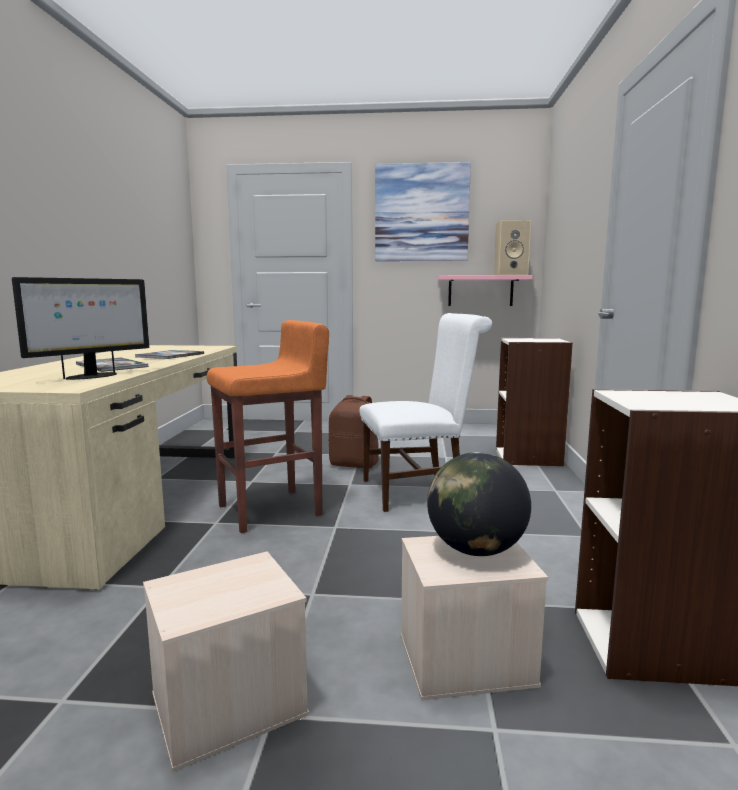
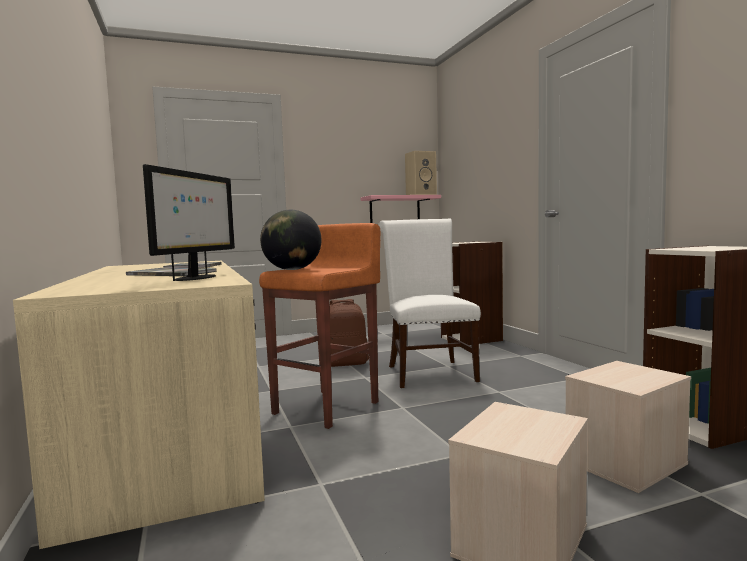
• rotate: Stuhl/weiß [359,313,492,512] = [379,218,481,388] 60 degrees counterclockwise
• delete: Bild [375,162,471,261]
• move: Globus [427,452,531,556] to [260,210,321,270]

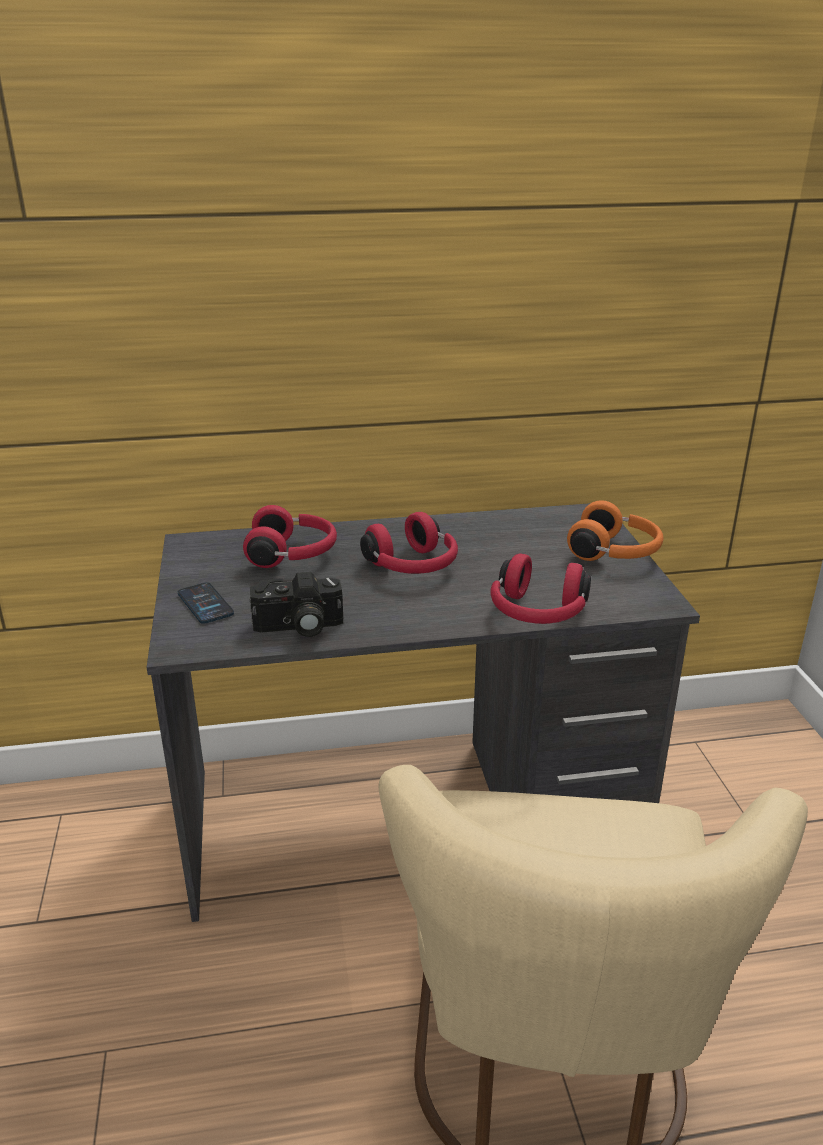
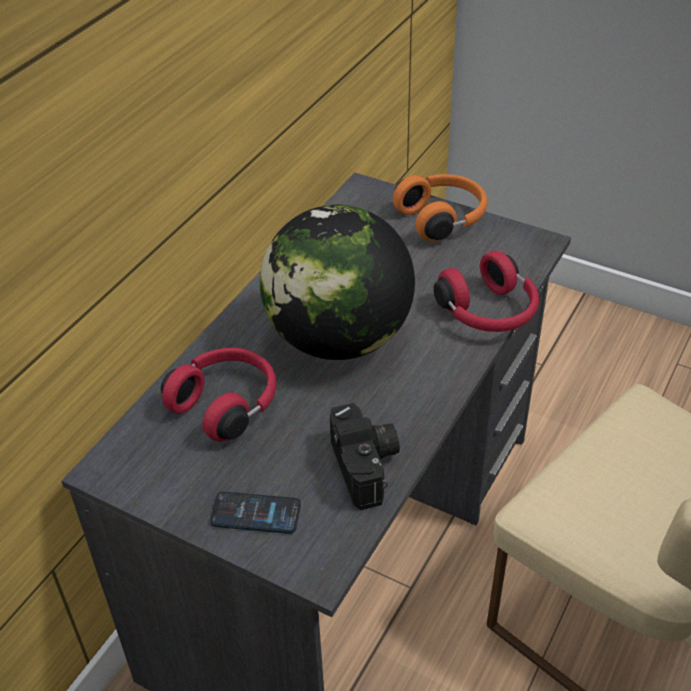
• rotate: Kamera [250,572,343,637] = [330,403,400,510] 45 degrees counterclockwise
• replace: Kopfhörer/rot [360,512,458,574] to Globus [260,205,415,360]

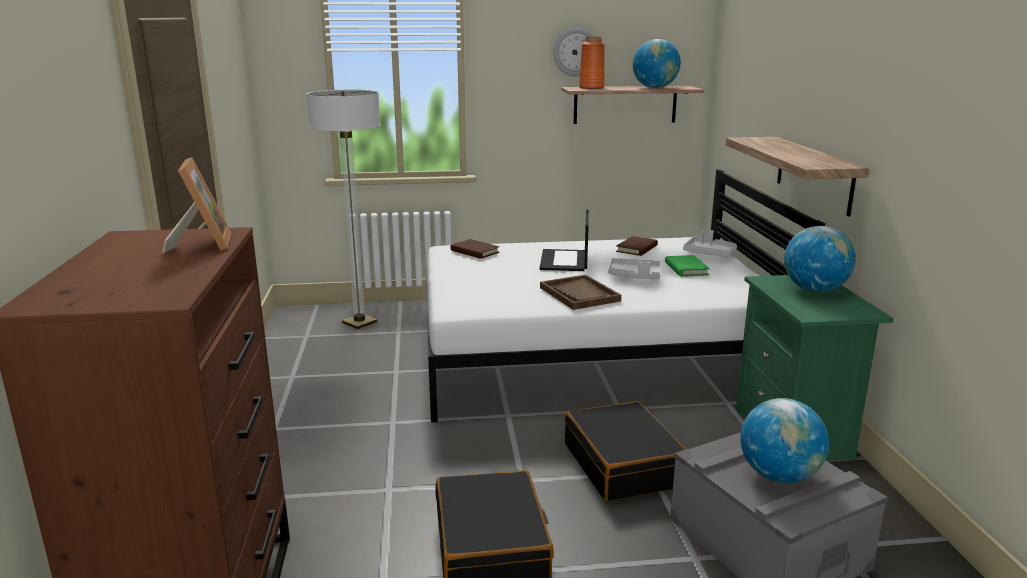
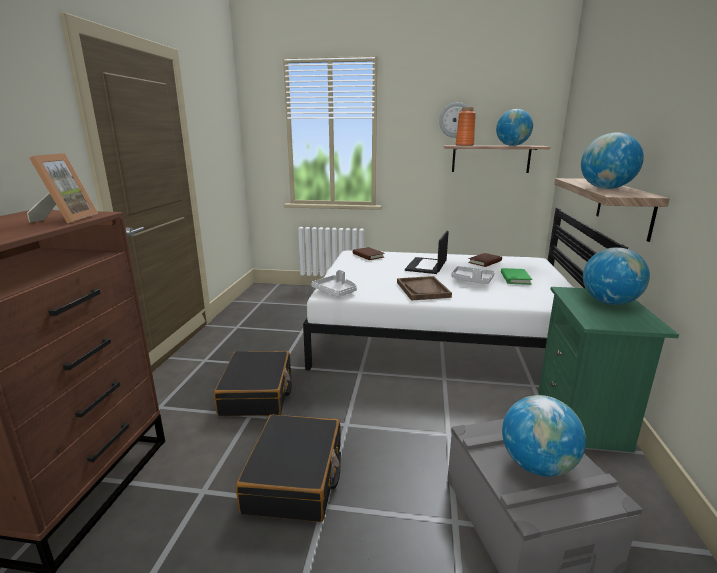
• delete: Stehlampe [307,90,381,329]
• move: Koffer/schwarz [565,401,685,501] to [214,351,291,416]
• move: Tablett/grau [683,229,737,257] to [311,270,357,297]
• insert: Globus [581,133,644,189]

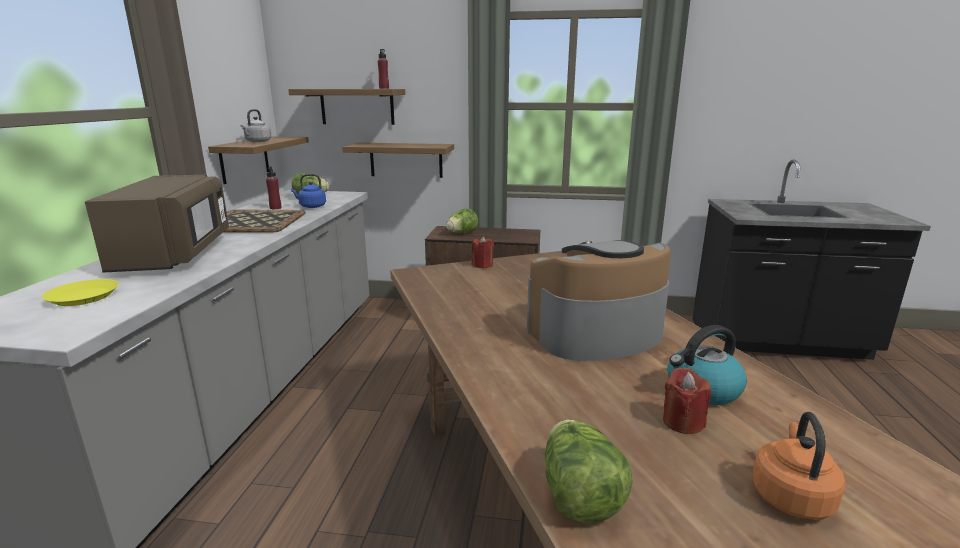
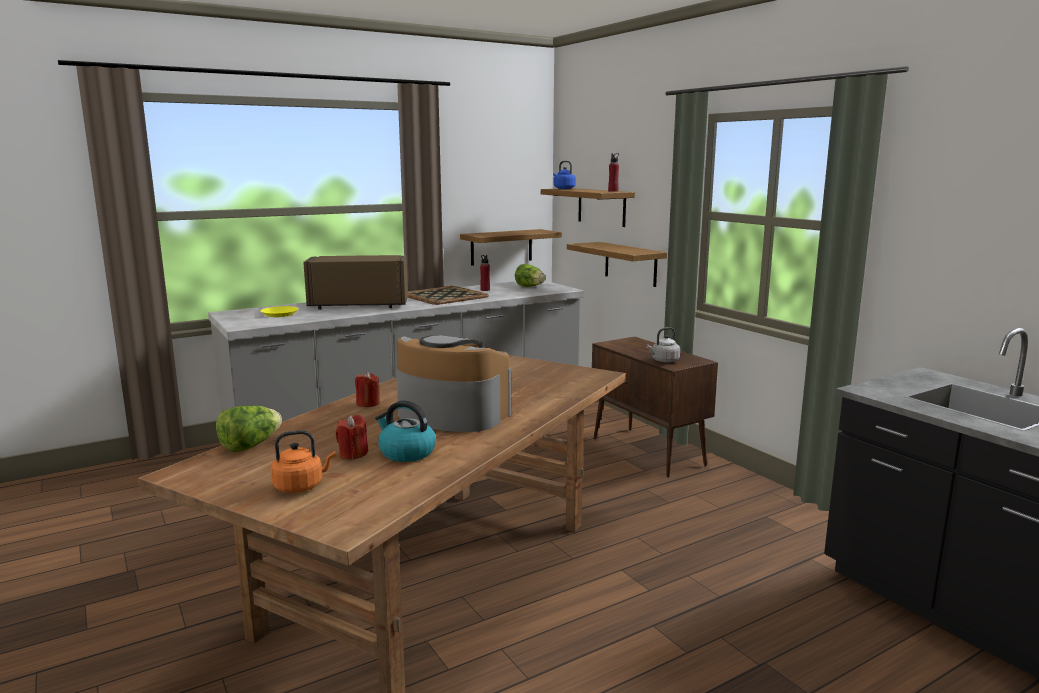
• rotate: Mikrowelle/braun [85,175,229,273] = [303,255,408,309] 135 degrees counterclockwise
• move: Wasserkessel/grau [241,109,272,142] to [646,327,680,363]
• move: Wasserkessel/blau [291,174,326,208] to [553,161,576,189]
• delete: Salatkopf [446,209,478,233]
• move: Kerze/rot [472,236,494,268] to [355,371,380,407]

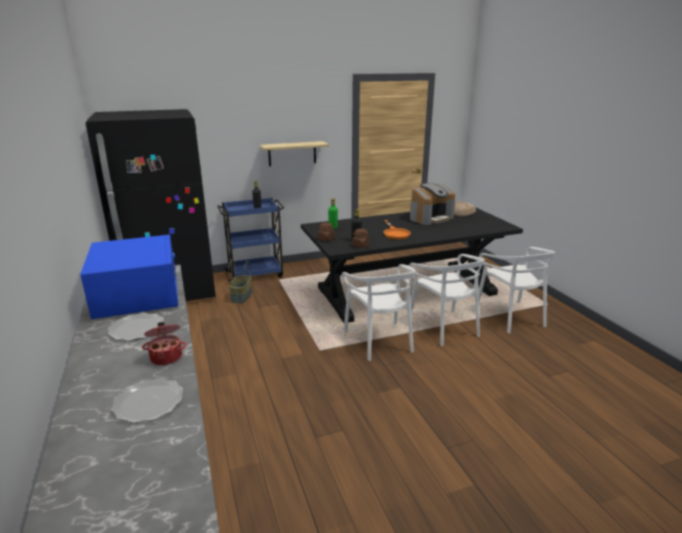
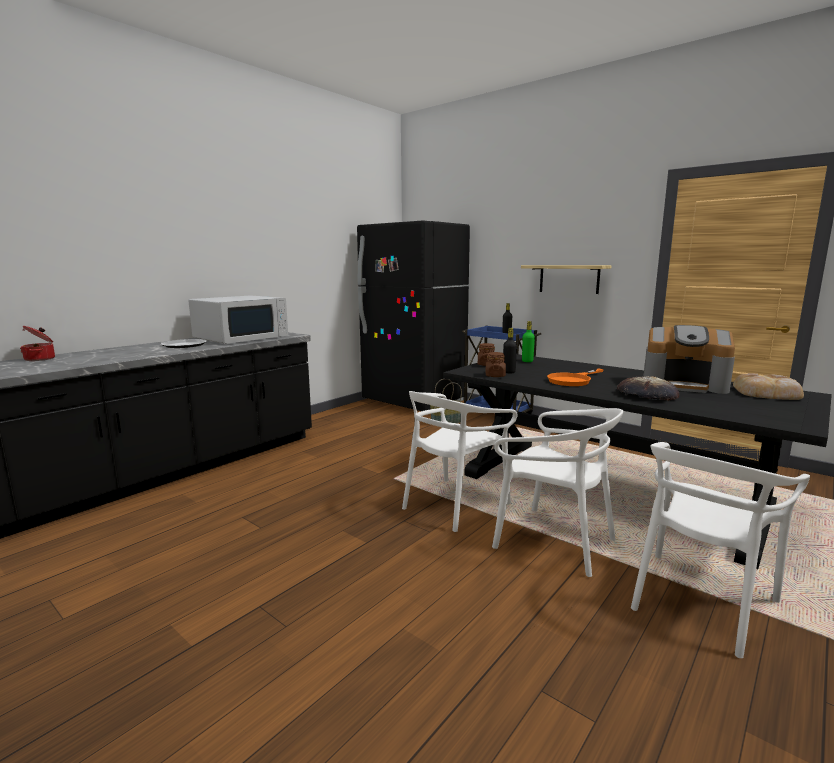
• recolor: Mikrowelle/blau [80,235,178,319] to Mikrowelle/weiß [188,295,288,344]
• delete: Teller [111,378,184,423]
• move: Kochtopf [142,322,187,365] to [20,326,55,361]
• rotate: Stuhl/weiß [407,254,485,346] = [492,408,623,577] 90 degrees counterclockwise
• insert: Brot [617,376,679,401]

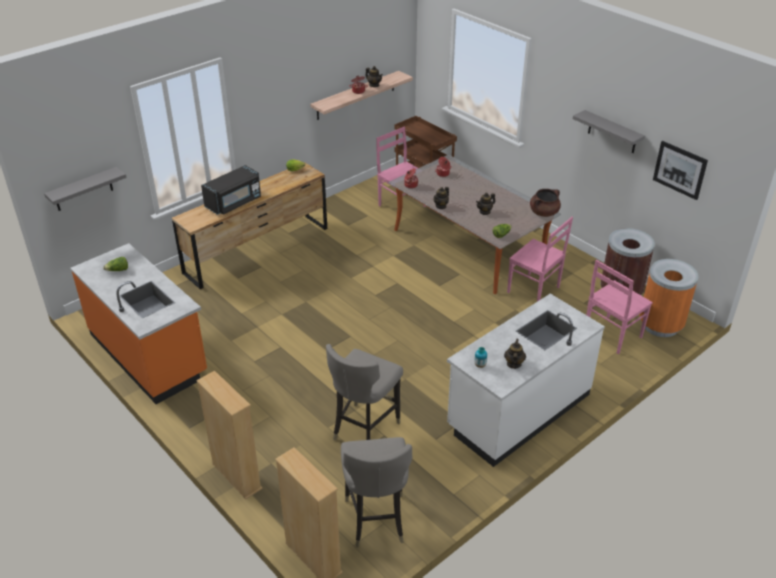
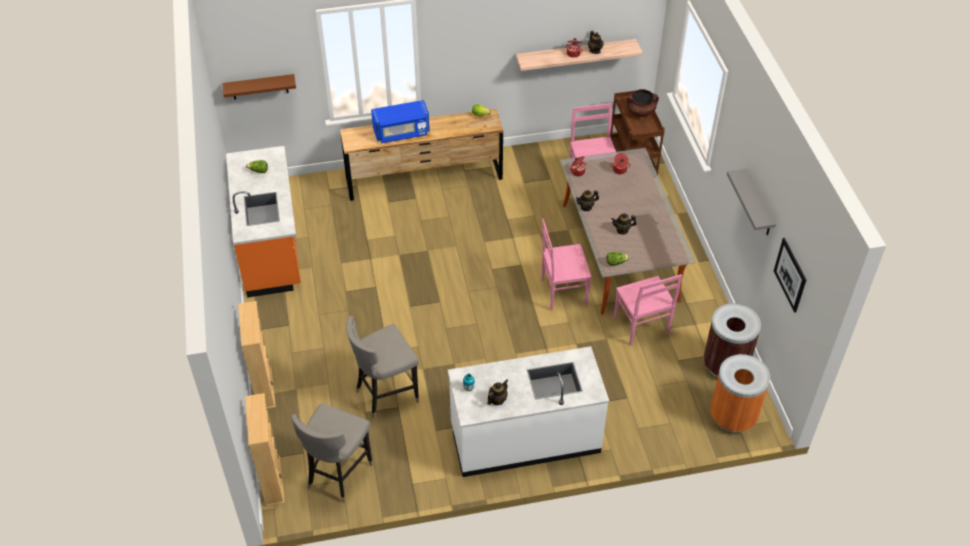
• recolor: Wandregal/grau [44,167,127,211] to Wandregal/braun [223,74,296,100]
• recolor: Mikrowelle/schwarz [201,165,261,215] to Mikrowelle/blau [371,100,430,143]
• move: Kochtopf/braun [530,189,561,217] to [627,89,659,117]
• move: Stuhl/rosa [586,260,653,354] to [542,219,592,311]

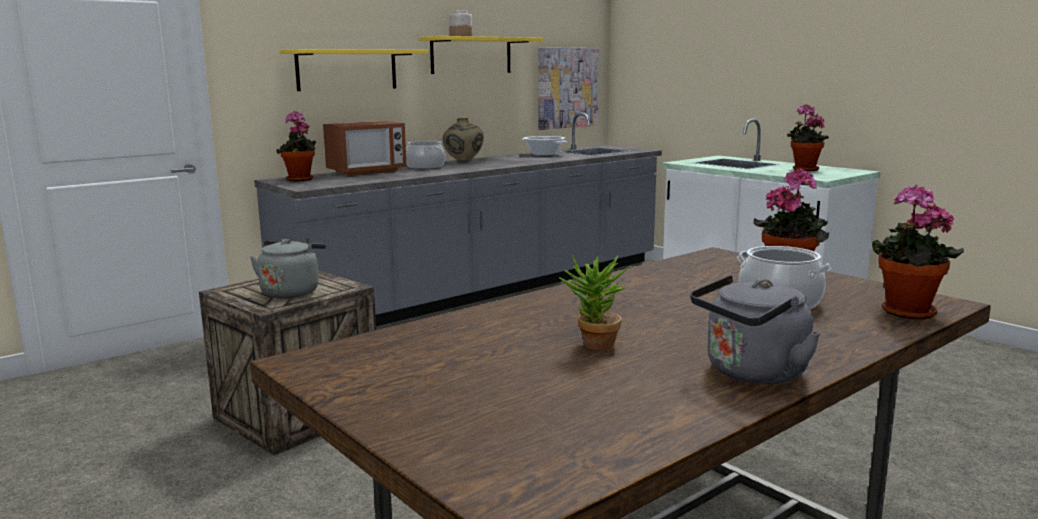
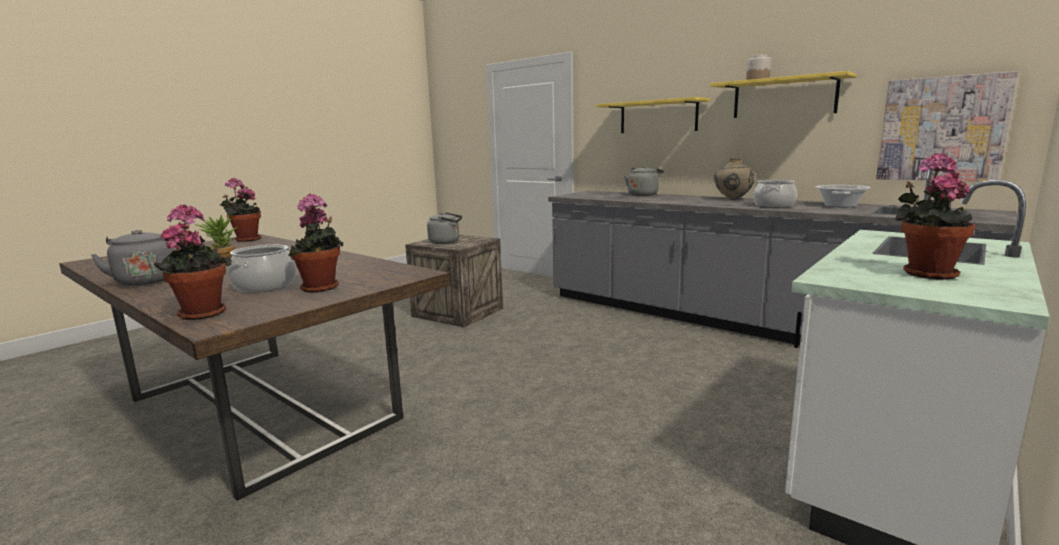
• move: Topfpflanze [276,111,316,181] to [220,178,261,242]
• replace: Mikrowelle [323,121,407,176] to Wasserkessel/grau [625,166,664,196]
• move: Kochtopf [406,141,445,169] to [753,180,797,208]

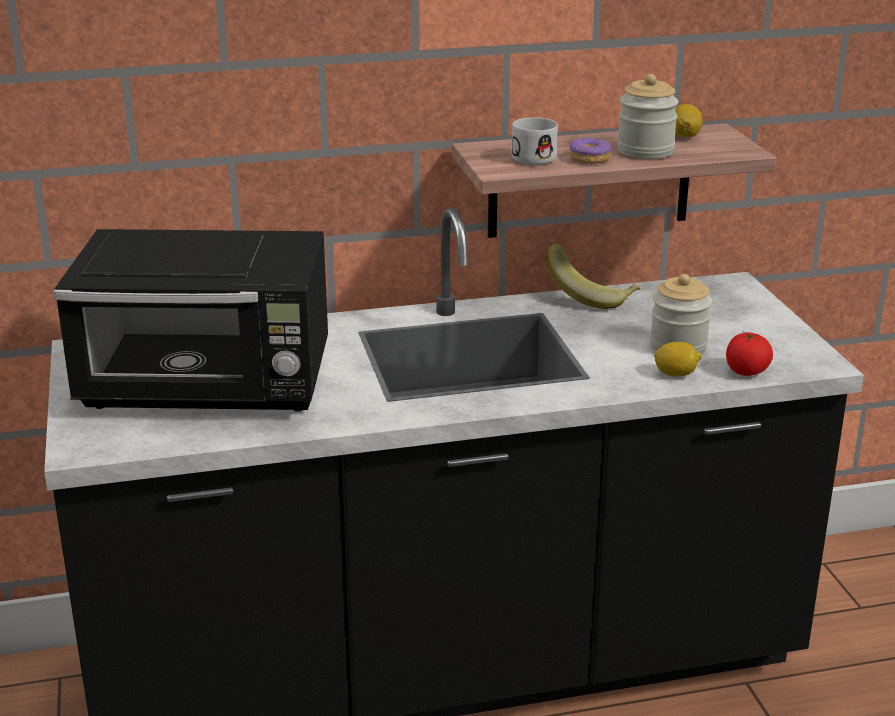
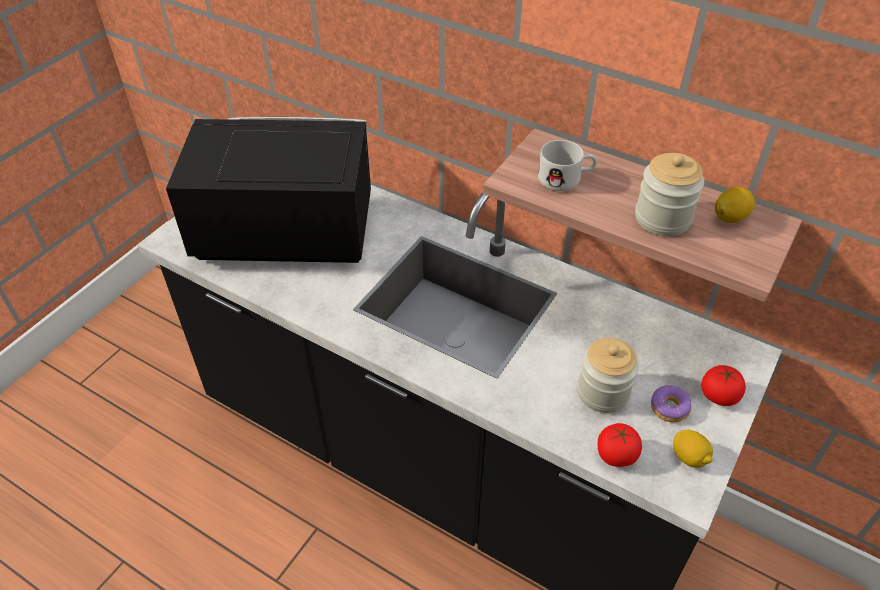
• rotate: Mikrowelle/schwarz [54,229,328,412] = [166,117,371,263] 135 degrees clockwise
• delete: Banane [546,244,641,309]
• move: Donut [569,137,612,164] to [651,385,692,423]
• move: Zitrone [654,342,702,377] to [673,430,713,468]
• insert: Tomate [701,365,746,406]

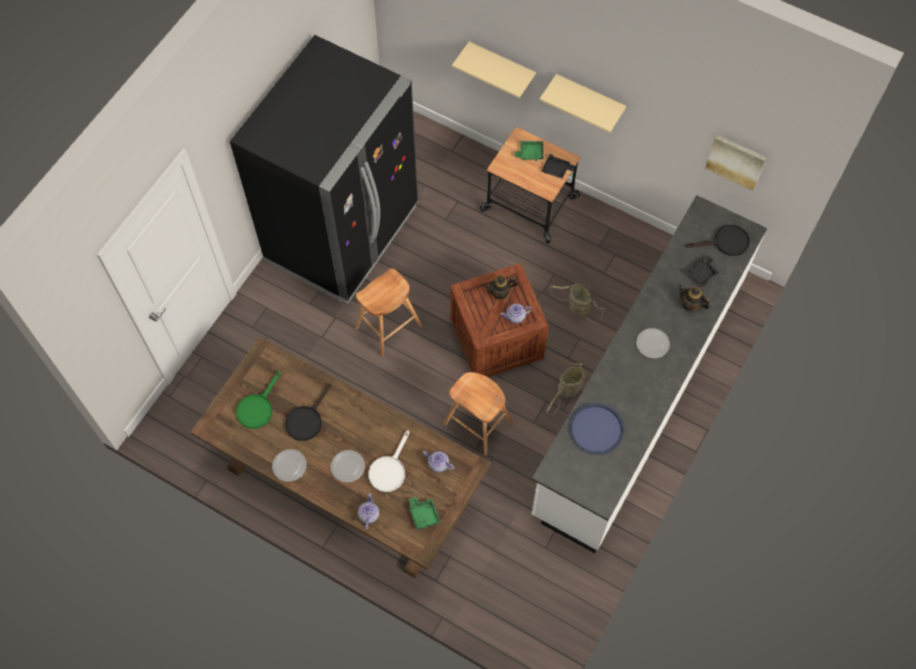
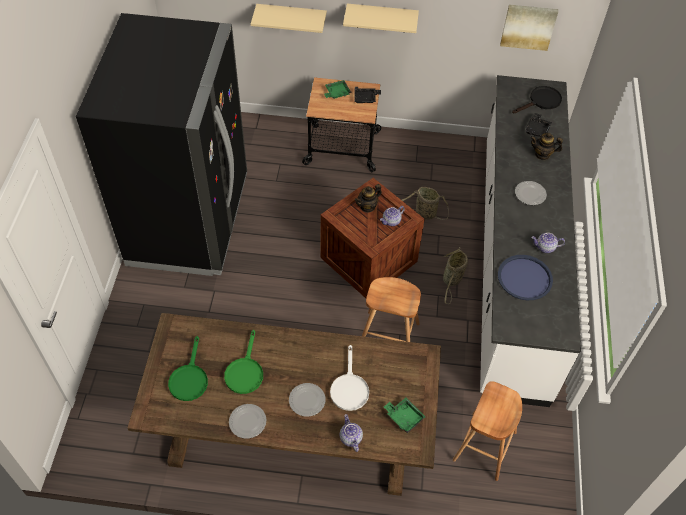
• recolor: Pfanne/schwarz [285,384,331,441] to Pfanne/grün [224,330,263,394]
• move: Hocker/braun [355,268,422,357] to [453,381,522,481]
• move: Teekanne [423,451,454,473] to [532,233,565,253]

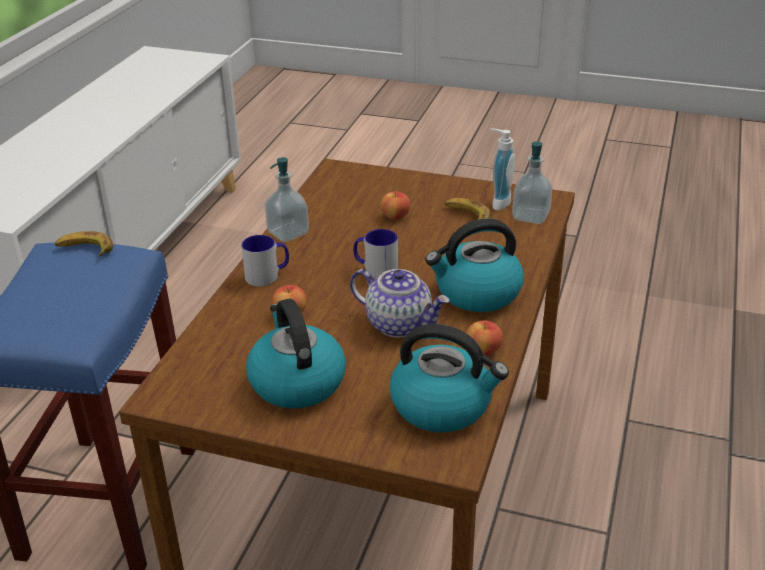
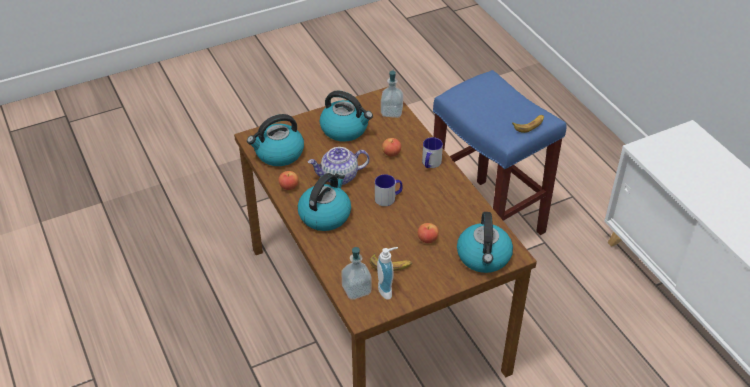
• move: Seifenspender [265,157,309,242] to [381,70,403,118]
• insert: Wasserkessel [457,212,513,273]

